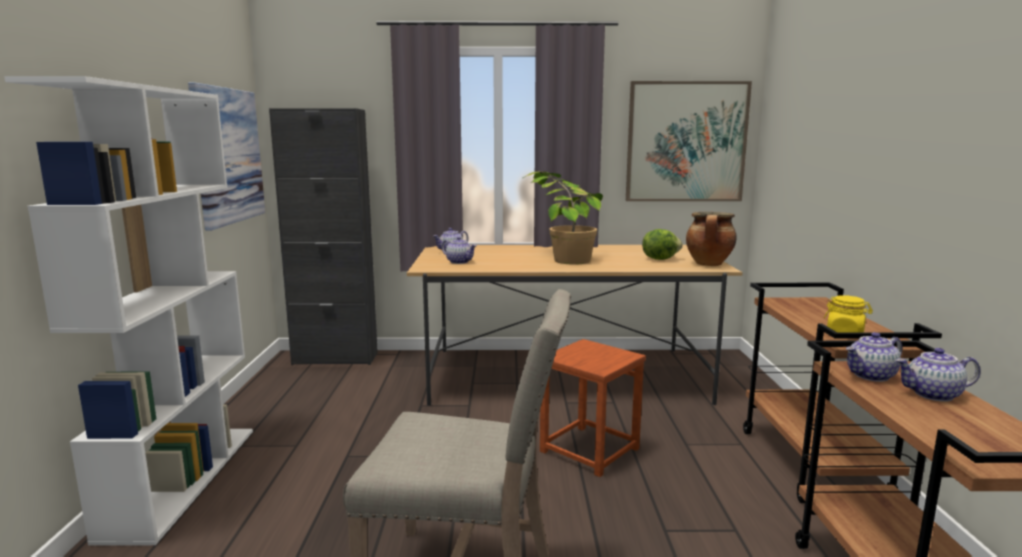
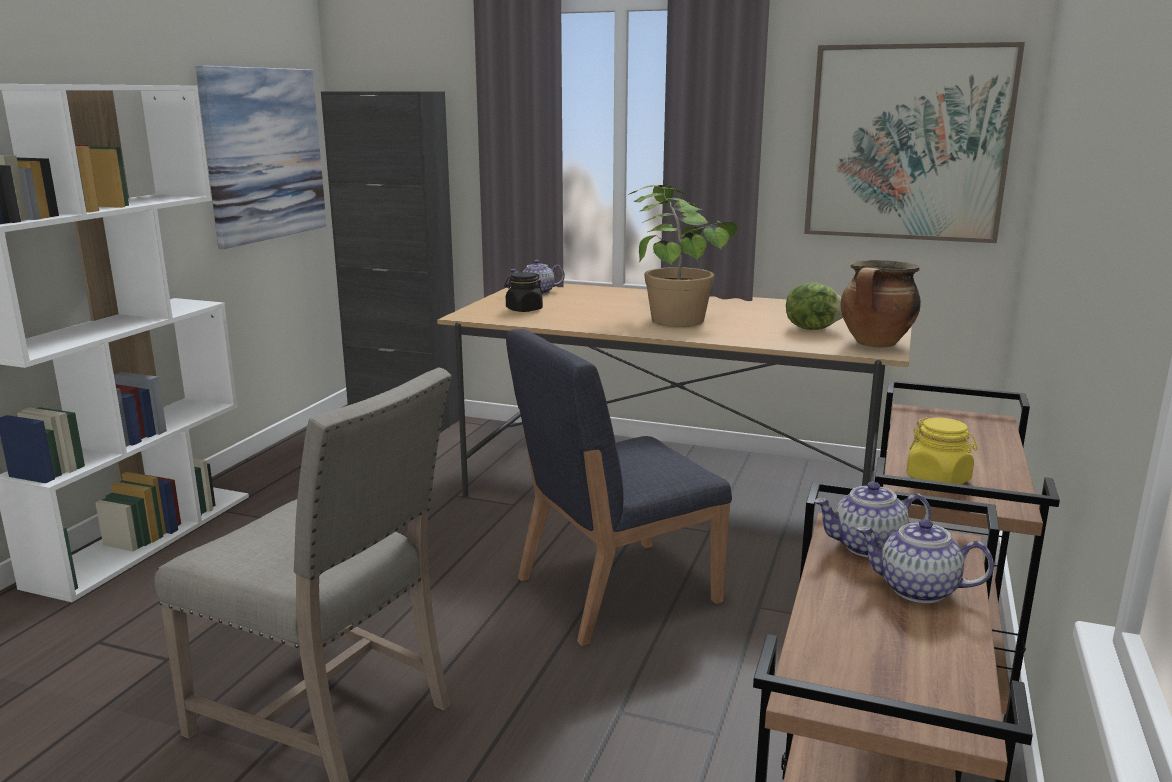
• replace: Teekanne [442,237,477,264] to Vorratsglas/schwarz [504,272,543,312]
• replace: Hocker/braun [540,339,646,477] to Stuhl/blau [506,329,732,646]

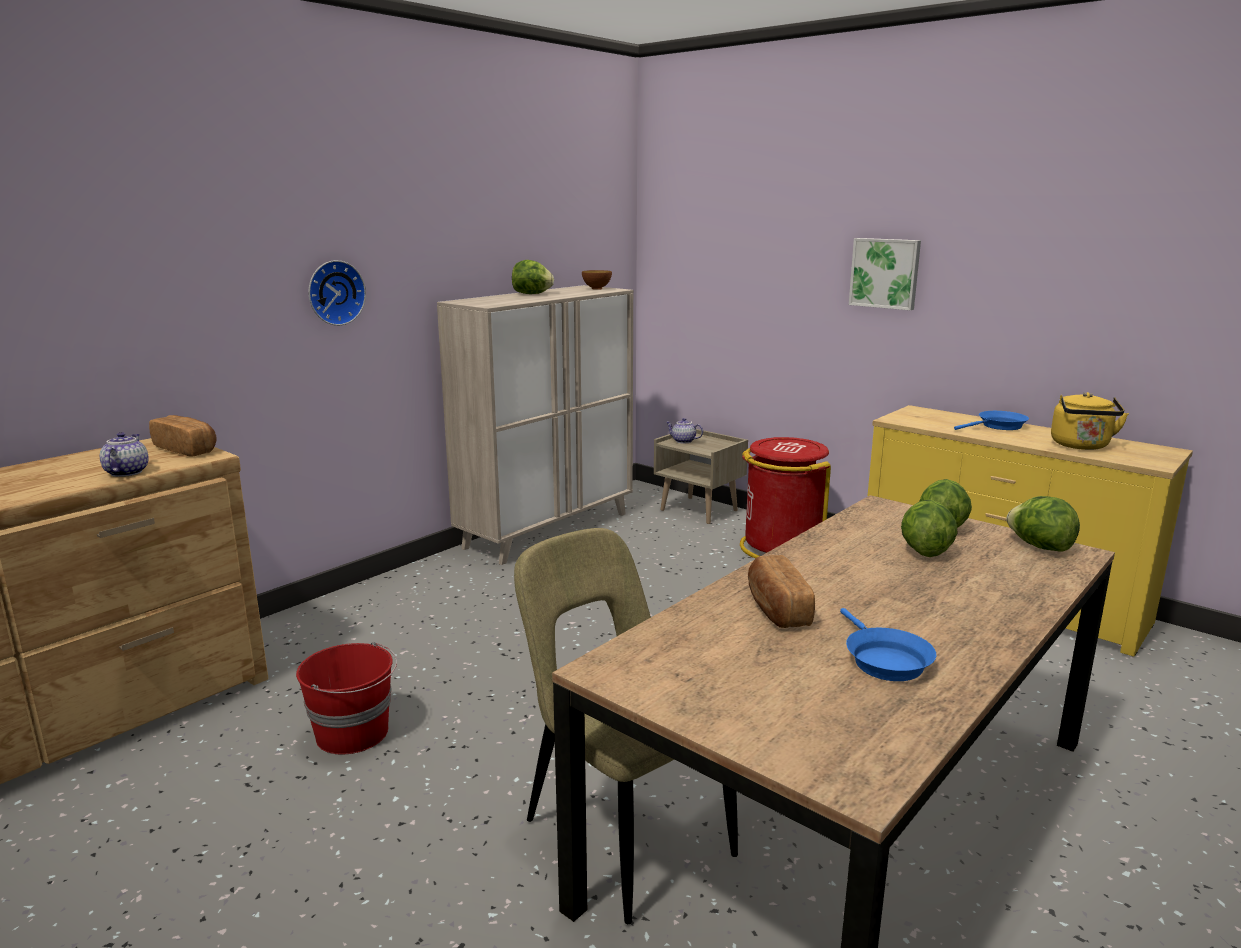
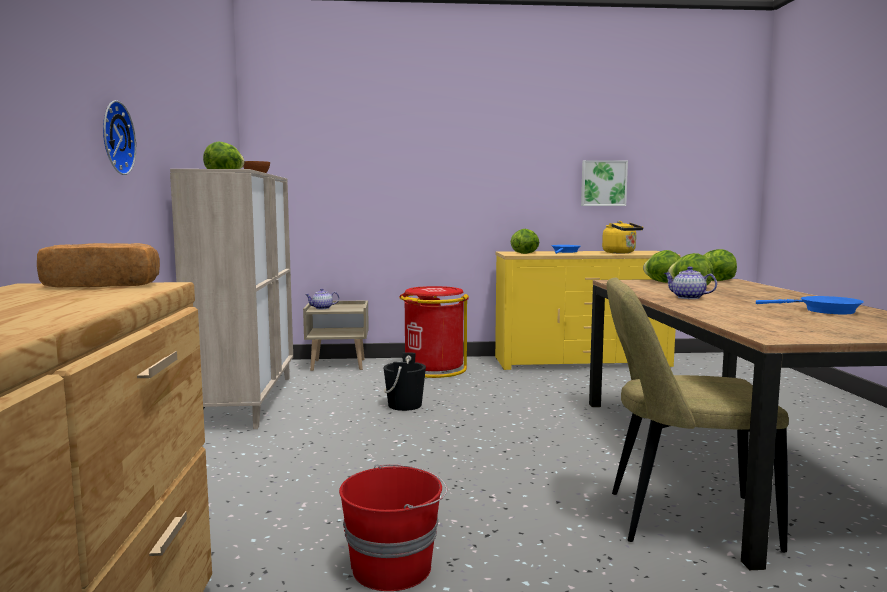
• move: Teekanne [100,432,149,477] to [664,266,717,299]
• delete: Brot [748,555,815,628]
• move: Bild [849,238,921,310] to [581,160,628,206]
• insert: Eimer/schwarz [383,352,426,411]
• insert: Salatkopf [511,229,539,254]

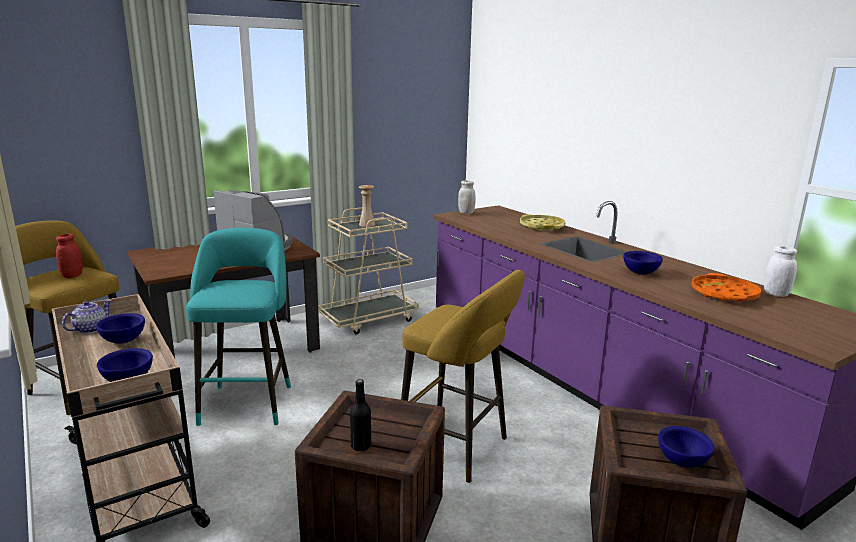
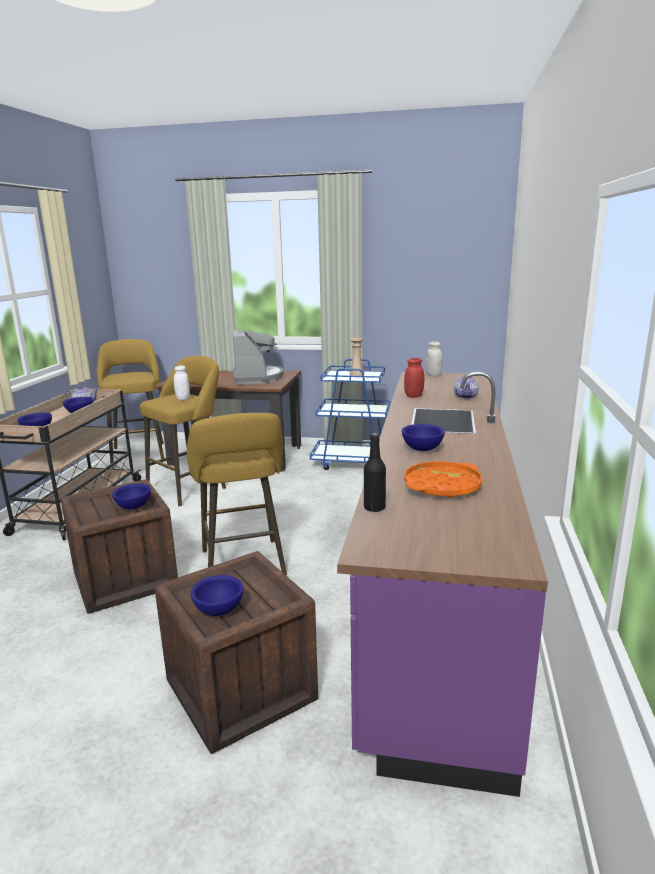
• move: Vorratsglas/rot [56,234,83,278] to [404,358,424,398]
• recolor: Hocker/türkis [186,228,291,426] to Hocker/gelb [140,356,226,506]
• recolor: Rollwagen/beige [318,207,419,335] to Rollwagen/blau [310,359,390,470]
• move: Flasche/schwarz [350,379,371,451] to [364,433,386,512]
• replace: Tablett/gelb [520,214,566,231] to Teekanne [454,374,479,399]
• move: Vorratsglas/weiß [764,246,797,297] to [174,365,190,400]
• insert: Schüssel/blau [112,484,151,509]

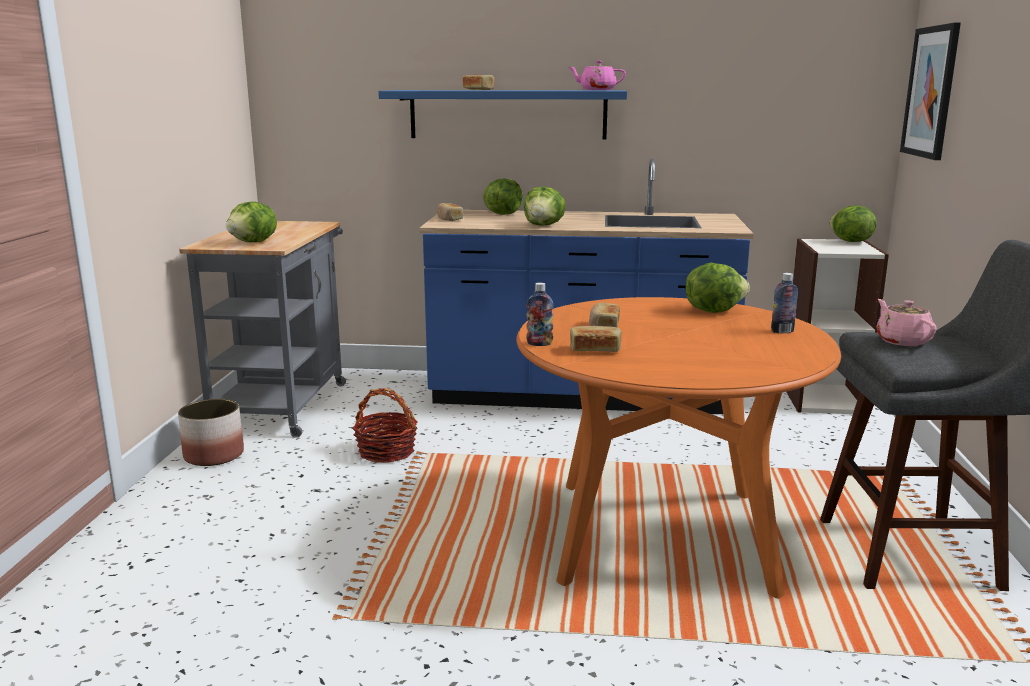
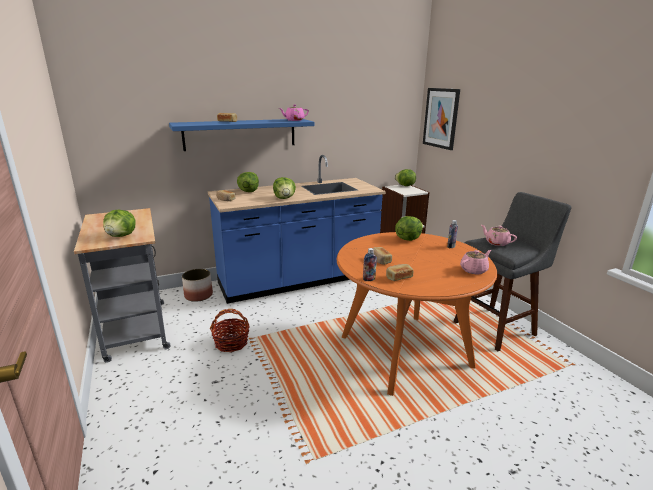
• move: Pflanzkübel [178,399,244,466] to [182,269,213,302]
• insert: Teekanne/rosa [460,250,491,274]

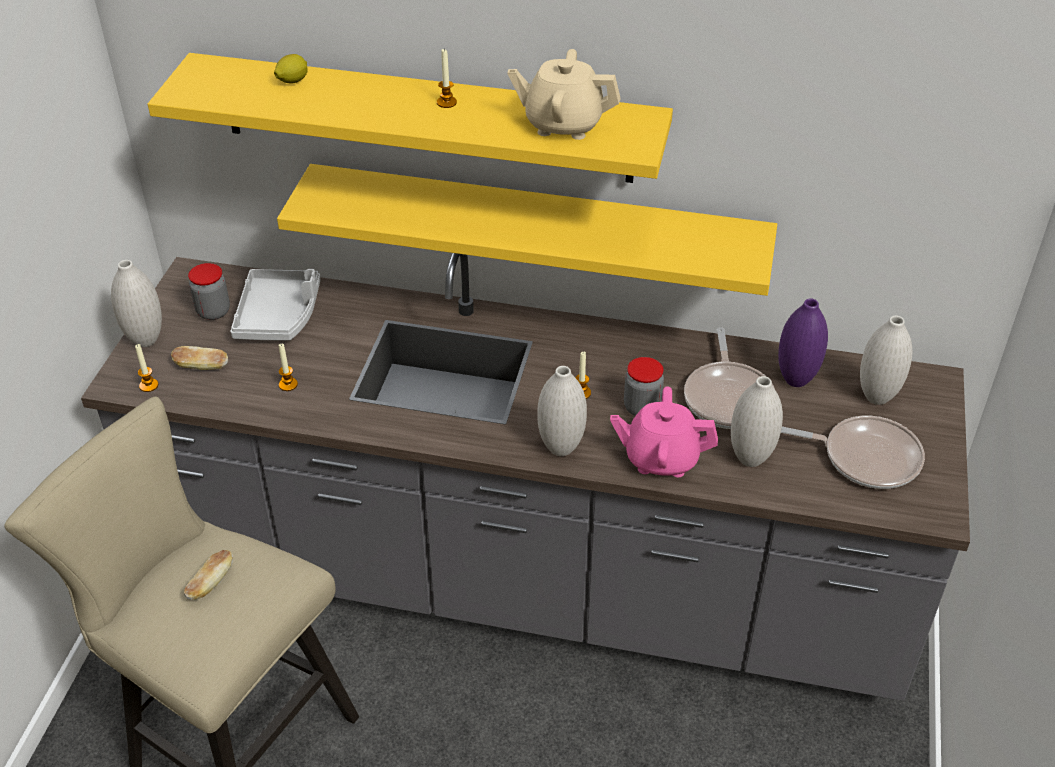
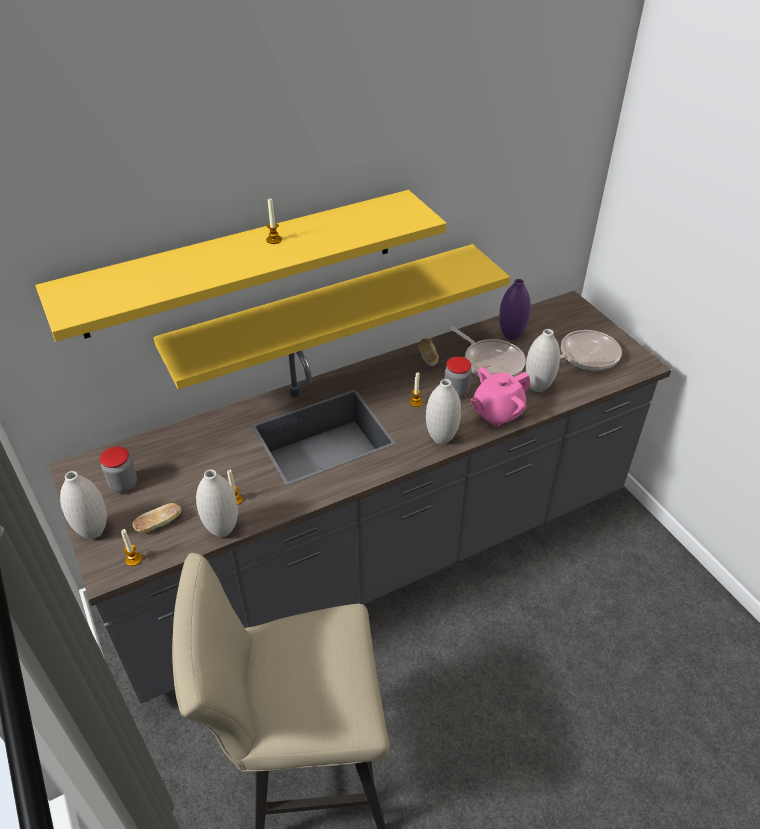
• move: Brot [184,550,233,600] to [418,338,439,366]
• delete: Tablett/grau [230,269,321,340]
• delete: Zitrone [274,54,308,83]
• delete: Teekanne/beige [508,49,621,140]
• move: Vase/weiß [860,315,912,405] to [196,469,238,537]

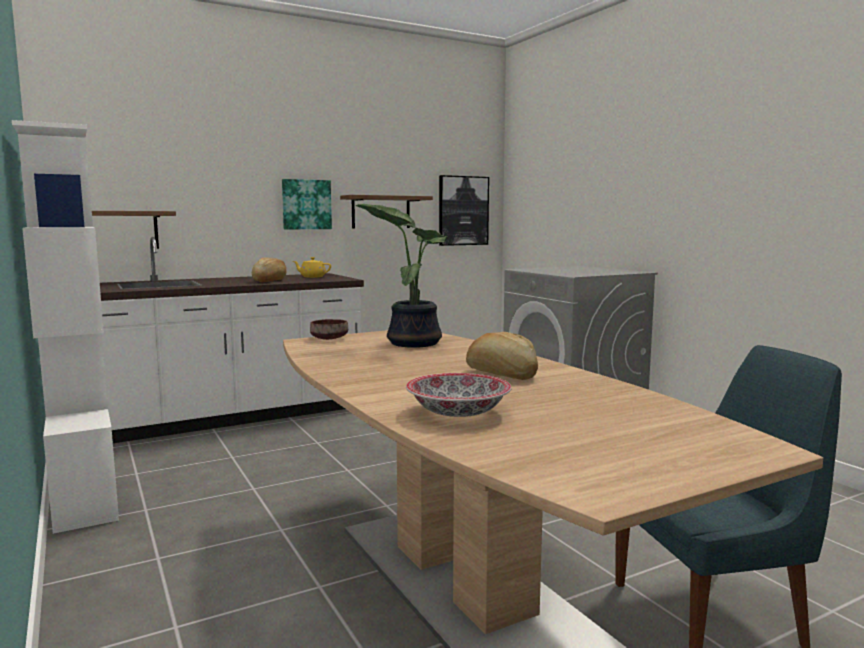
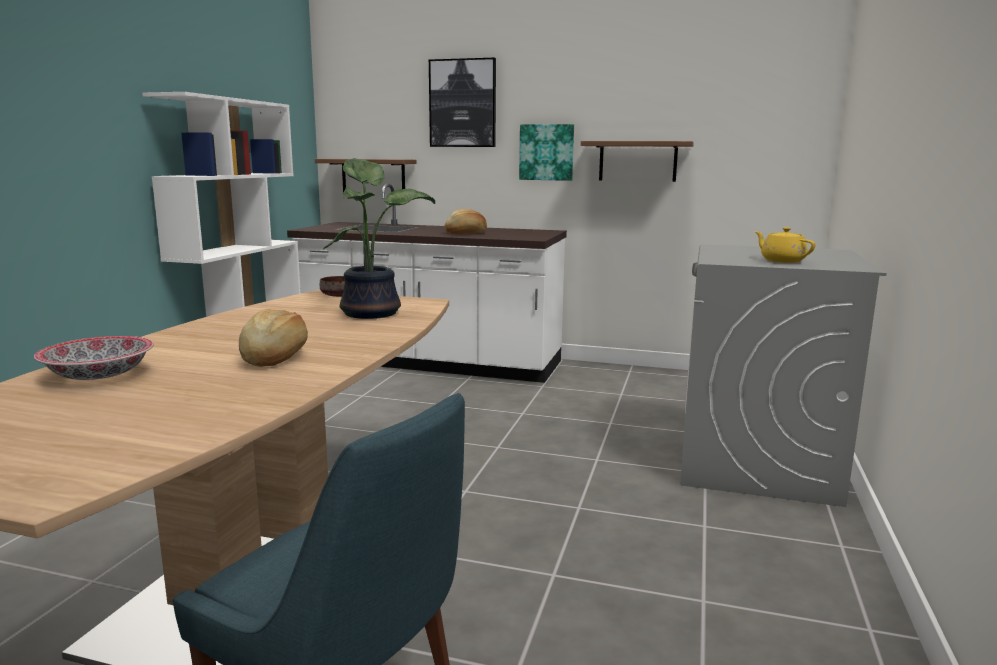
• move: Teekanne/gelb [293,257,331,278] to [754,227,816,263]
• move: Bild [439,175,489,246] to [429,58,496,147]

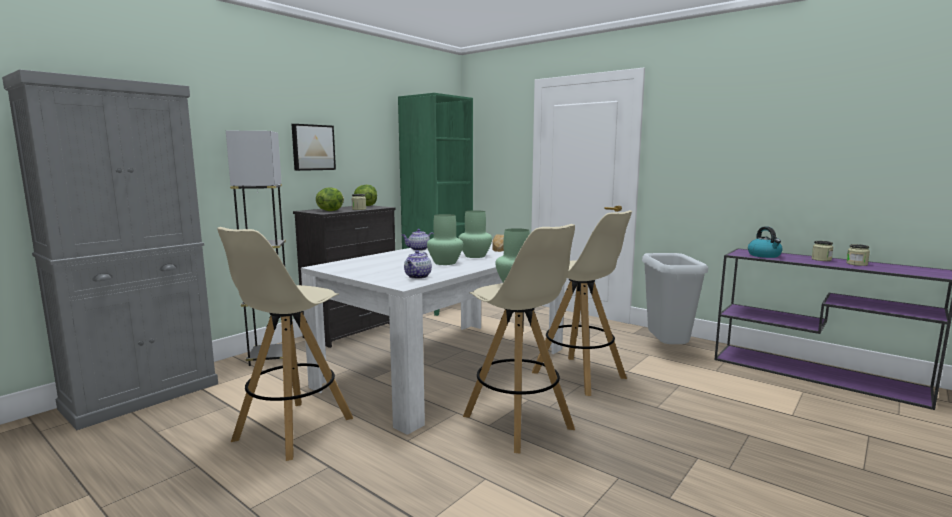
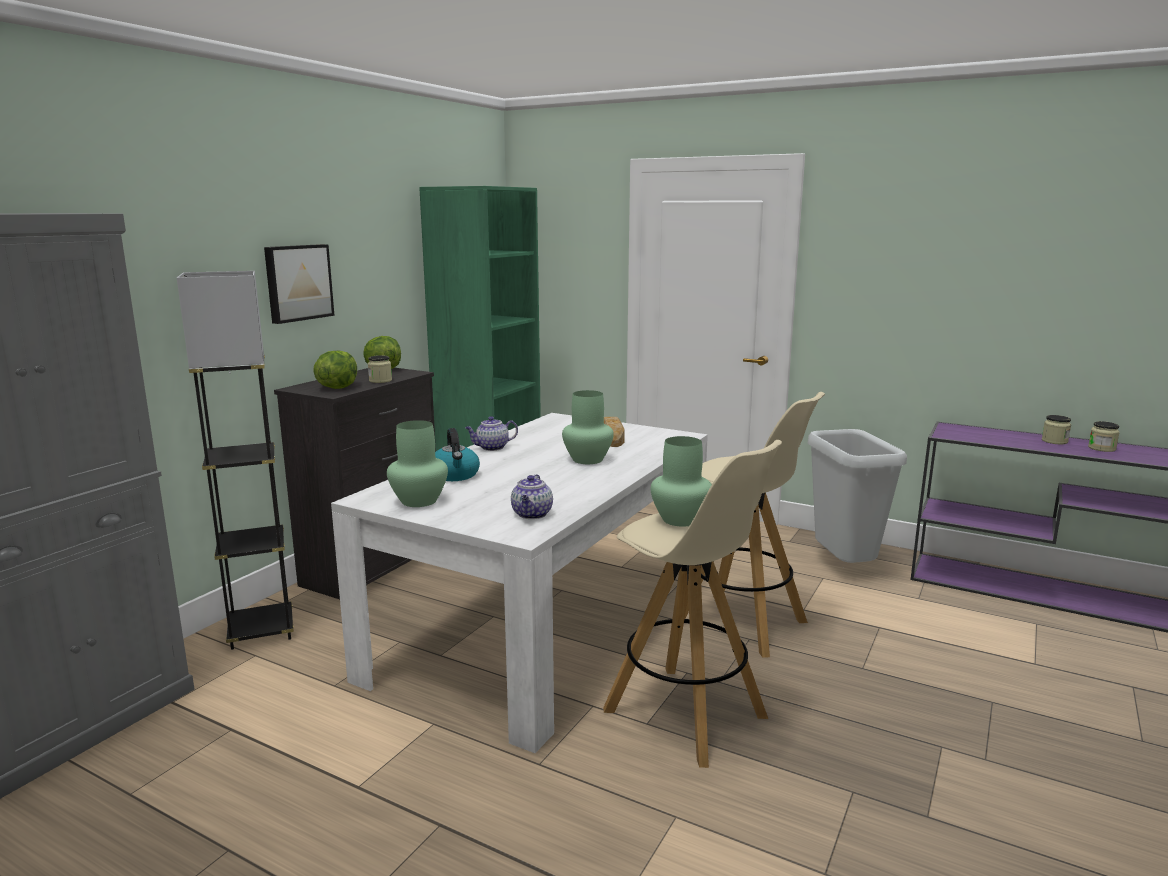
• delete: Hocker/beige [217,227,353,461]
• move: Vase/grün [427,214,463,265] to [387,420,448,507]
• move: Wasserkessel [748,226,783,258] to [435,428,480,481]

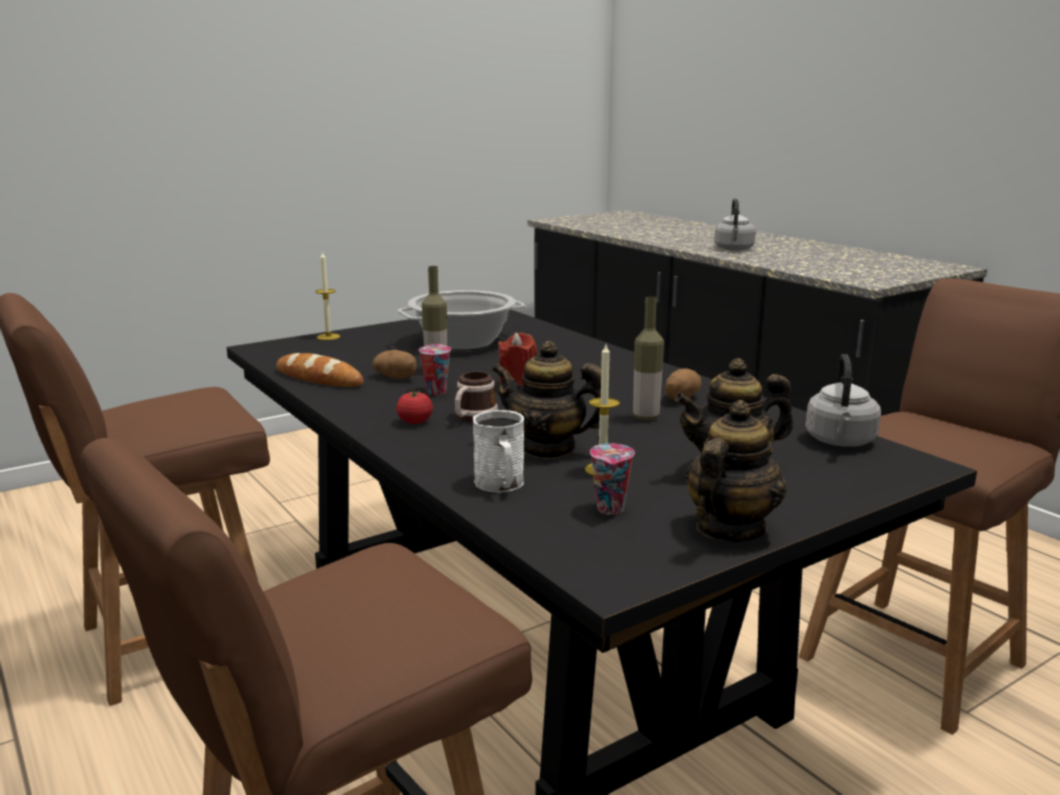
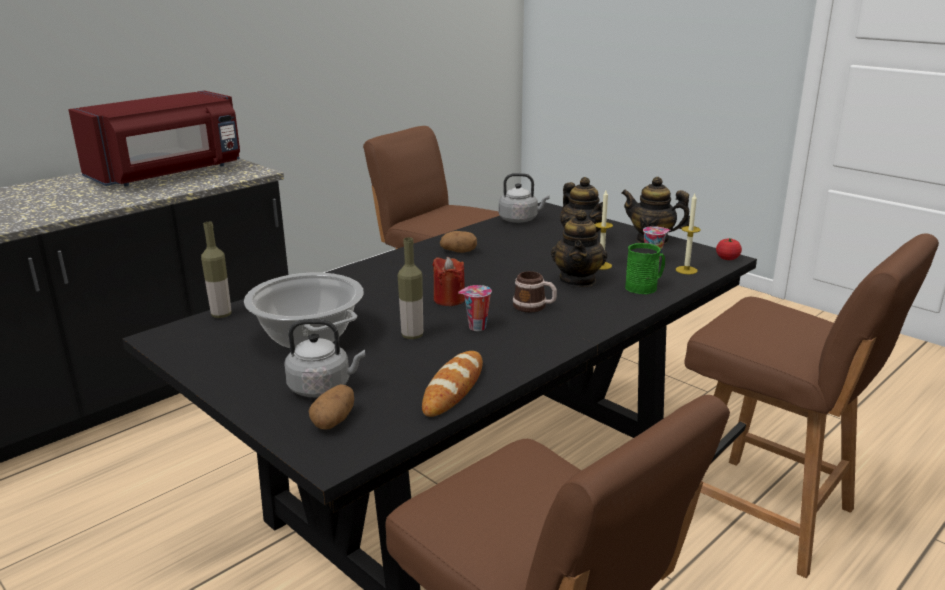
• move: Kerze [315,251,340,340] to [676,194,701,274]
• move: Kartoffel [372,350,417,379] to [309,384,354,429]
• move: Tomate [396,391,433,424] to [716,238,742,260]
• recolor: Henkelbecher/weiß [473,410,524,493] to Henkelbecher/grün [625,243,665,294]
• move: Flasche [633,297,664,421] to [201,222,231,318]
• move: Wasserkessel/grau [714,198,756,251] to [285,319,365,397]
• insert: Mikrowelle/rot [68,91,240,186]

